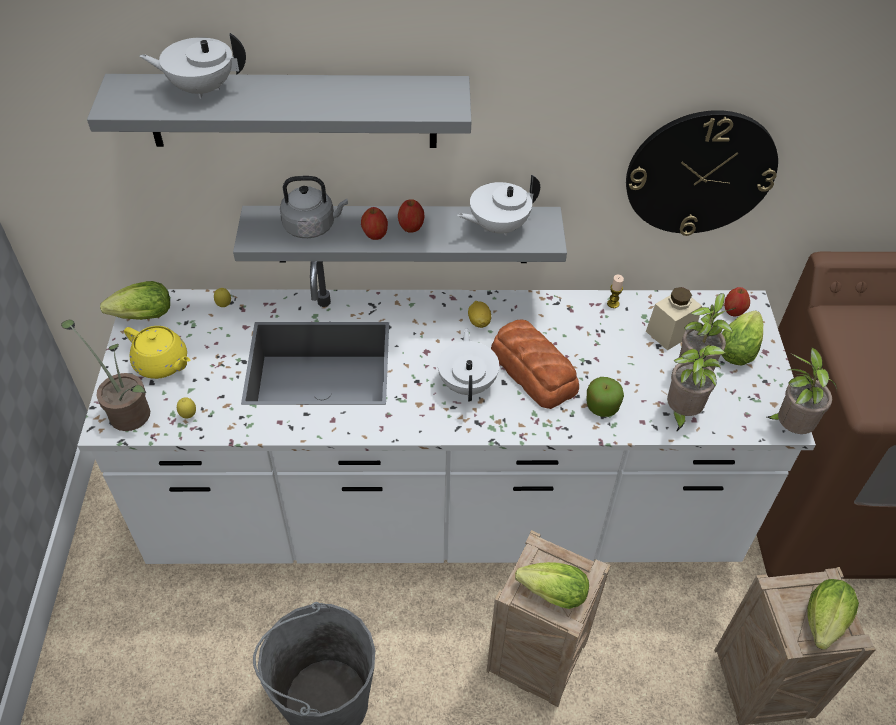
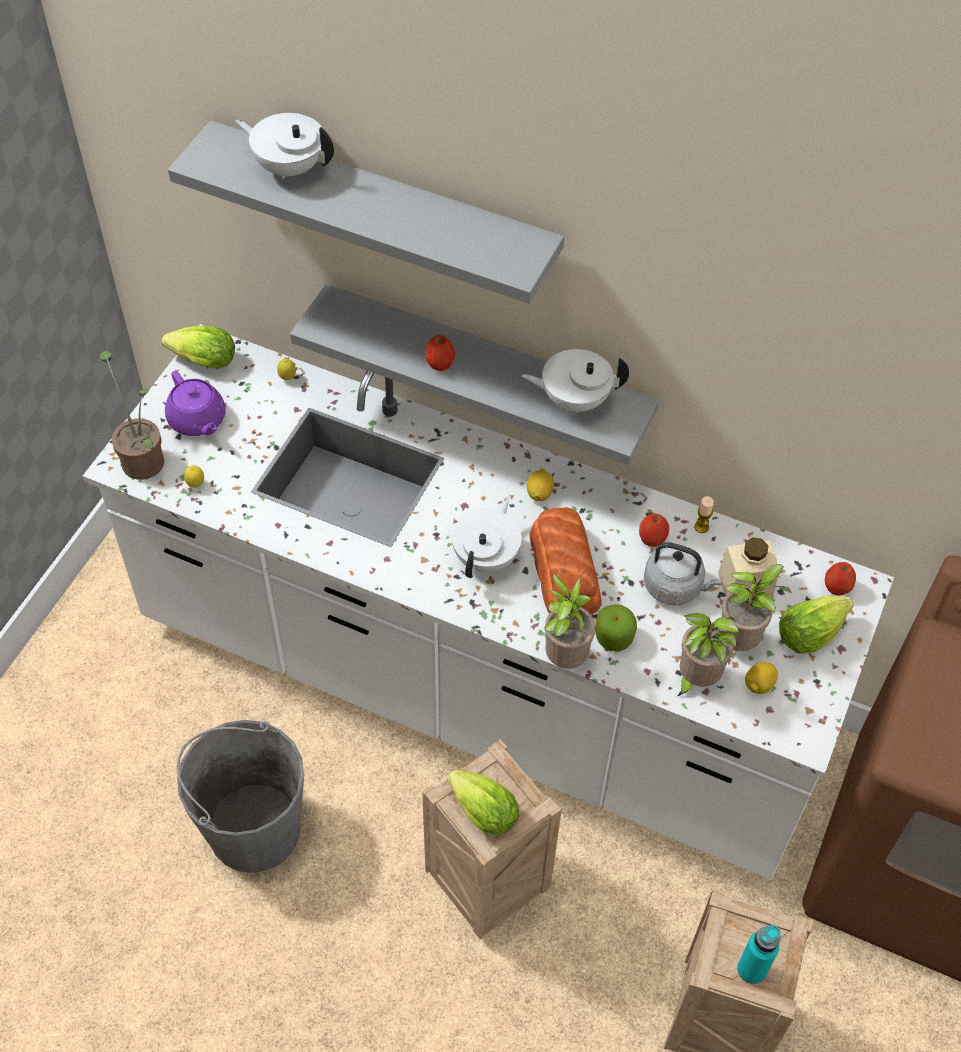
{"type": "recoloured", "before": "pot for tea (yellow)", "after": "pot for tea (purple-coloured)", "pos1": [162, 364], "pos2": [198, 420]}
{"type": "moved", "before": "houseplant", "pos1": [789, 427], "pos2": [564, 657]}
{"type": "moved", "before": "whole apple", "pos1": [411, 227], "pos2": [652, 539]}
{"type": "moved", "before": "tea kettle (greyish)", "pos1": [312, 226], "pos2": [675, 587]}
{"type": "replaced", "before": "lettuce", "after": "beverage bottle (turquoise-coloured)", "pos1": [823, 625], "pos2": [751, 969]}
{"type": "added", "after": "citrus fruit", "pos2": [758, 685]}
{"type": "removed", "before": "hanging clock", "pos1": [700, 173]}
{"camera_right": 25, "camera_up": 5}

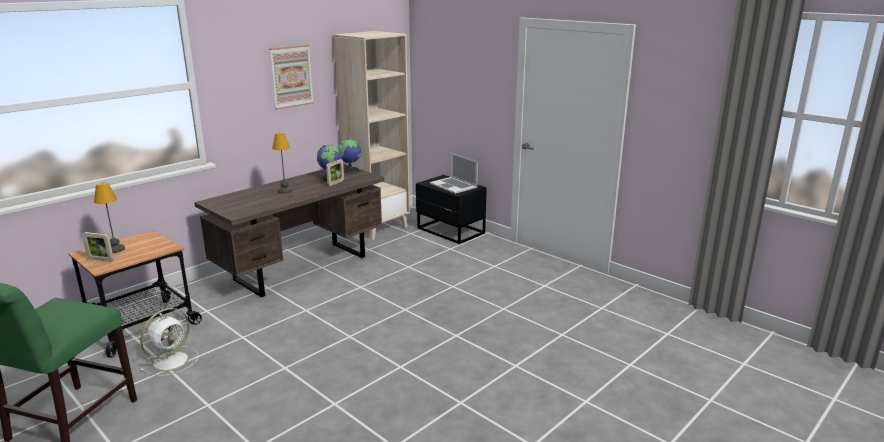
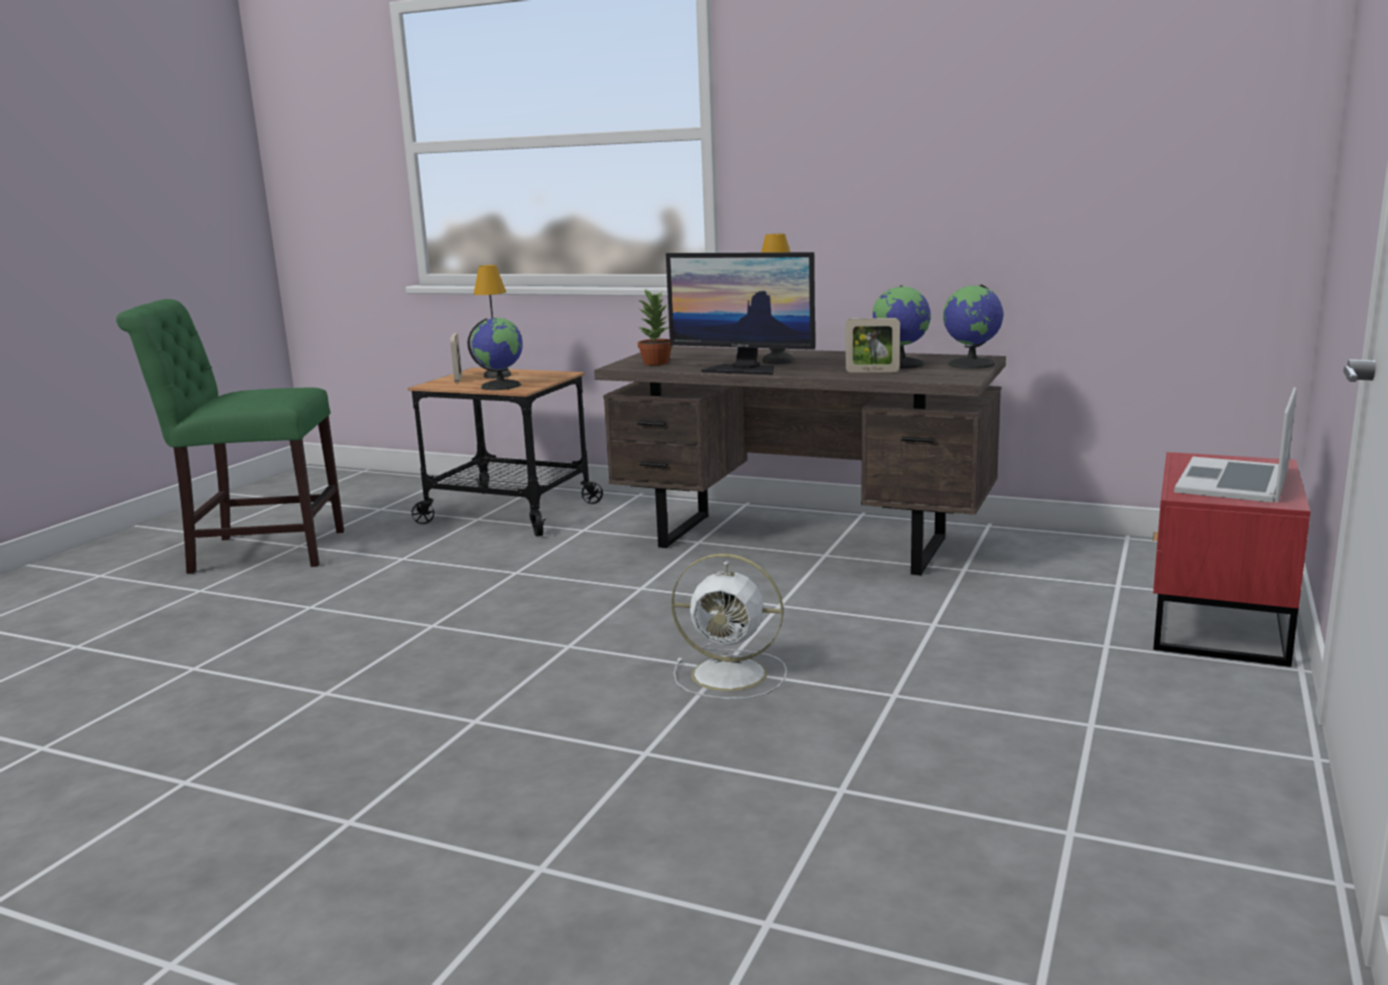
{"type": "added", "after": "desk globe", "pos2": [500, 386]}
{"type": "added", "after": "houseplant", "pos2": [656, 363]}
{"type": "added", "after": "computer display", "pos2": [743, 370]}
{"type": "moved", "before": "cooling fan (white)", "pos1": [172, 360], "pos2": [732, 674]}
{"type": "recoloured", "before": "nightstand (black)", "after": "nightstand (reddish)", "pos1": [450, 231], "pos2": [1215, 623]}
{"type": "removed", "before": "wall art", "pos1": [291, 76]}
{"type": "removed", "before": "bookshelf (beige-coloured)", "pos1": [377, 228]}
{"camera_right": 70, "camera_up": -5}

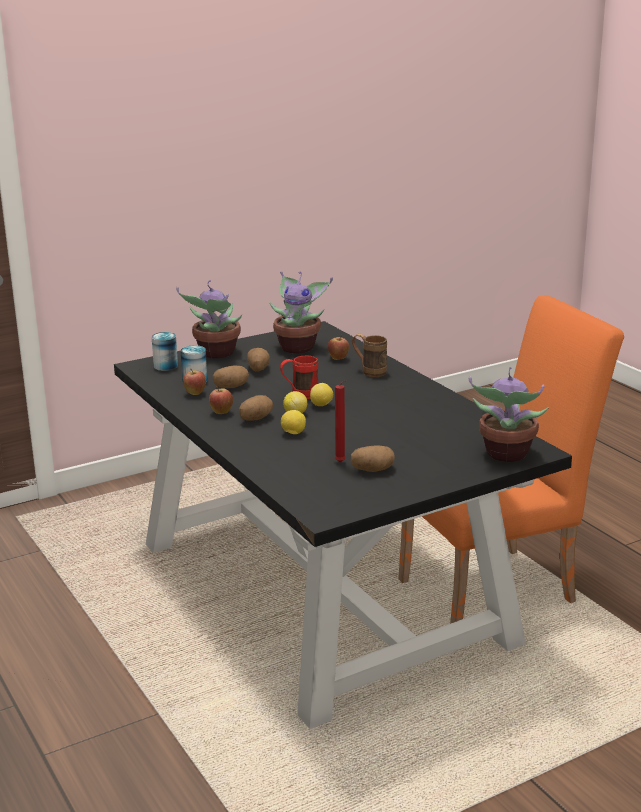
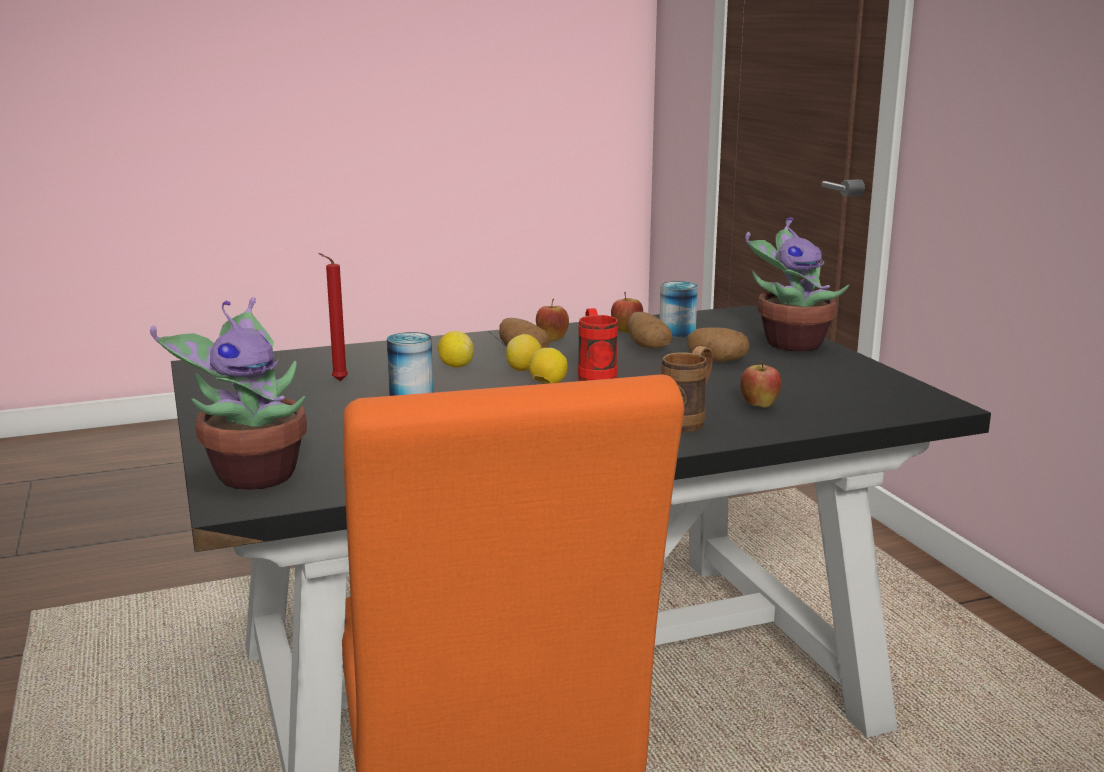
{"type": "moved", "before": "can", "pos1": [165, 366], "pos2": [411, 393]}
{"type": "removed", "before": "houseplant", "pos1": [299, 347]}
{"type": "removed", "before": "potato", "pos1": [372, 470]}
{"camera_right": 100, "camera_up": -5}

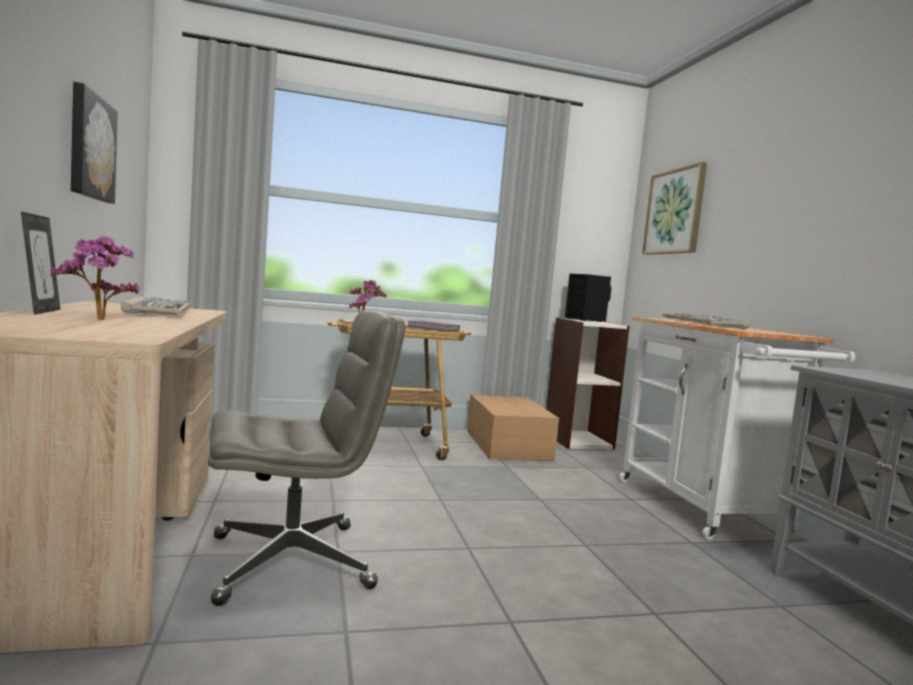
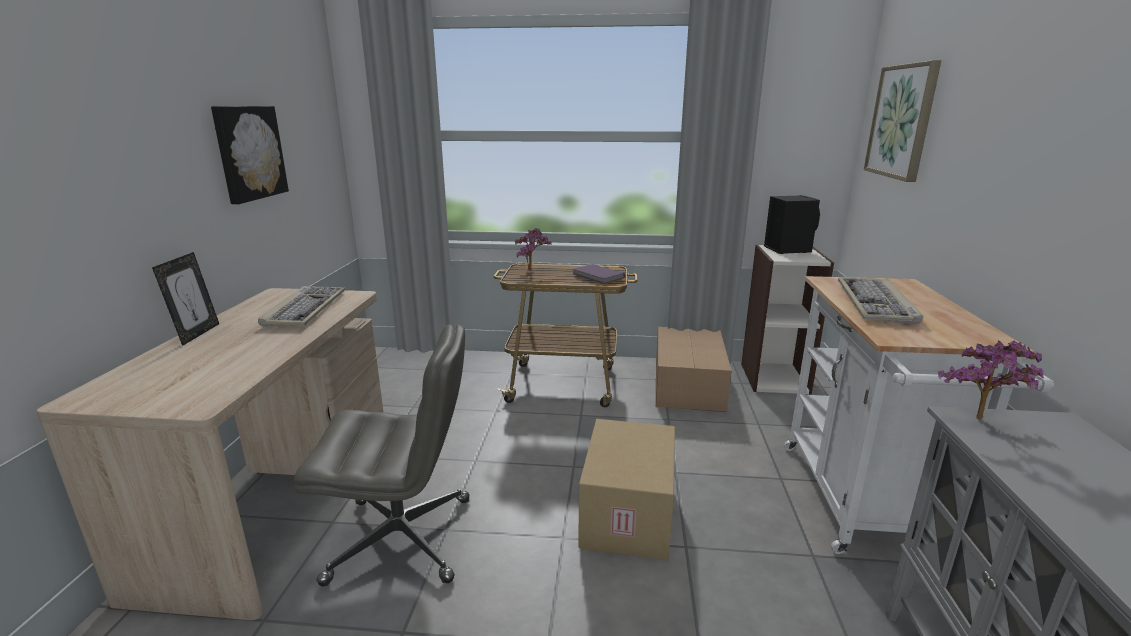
{"type": "added", "after": "packing box", "pos2": [625, 512]}
{"type": "moved", "before": "houseplant", "pos1": [97, 320], "pos2": [981, 422]}
{"camera_right": 20, "camera_up": 15}

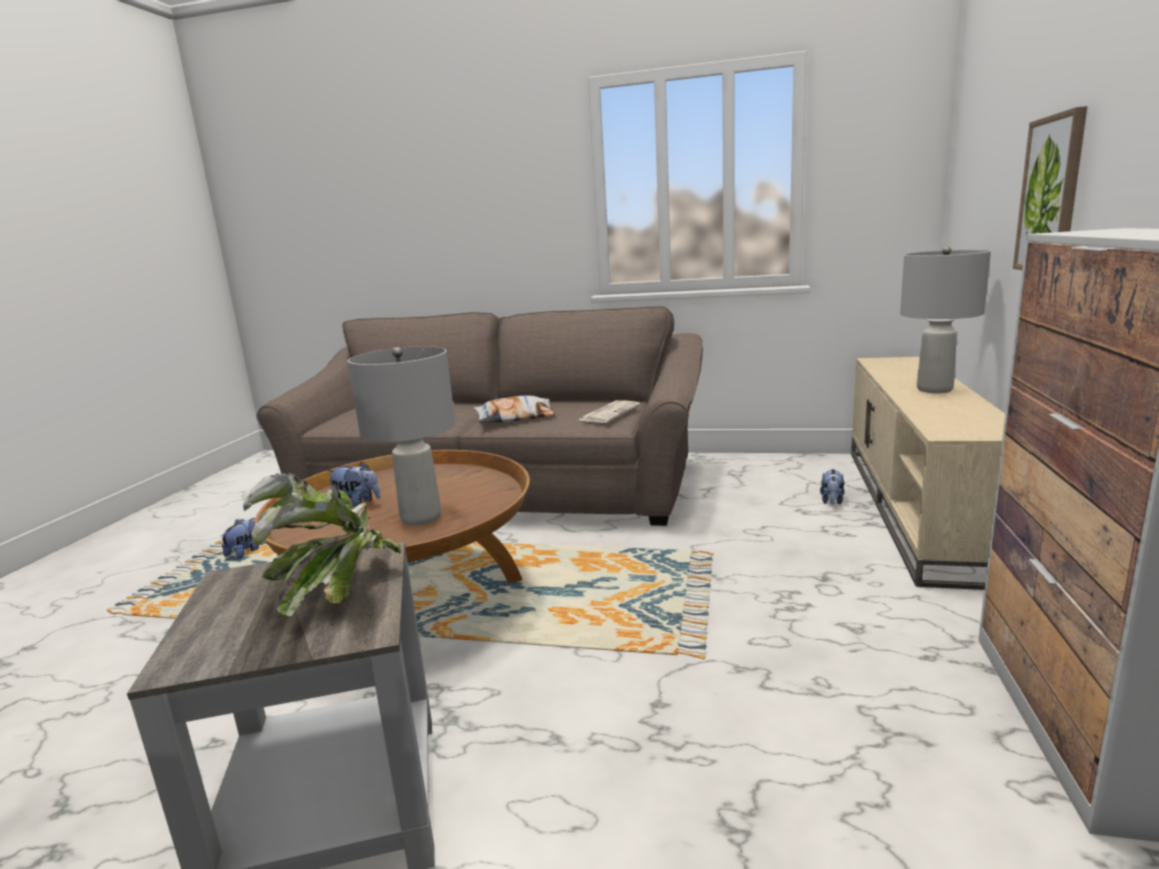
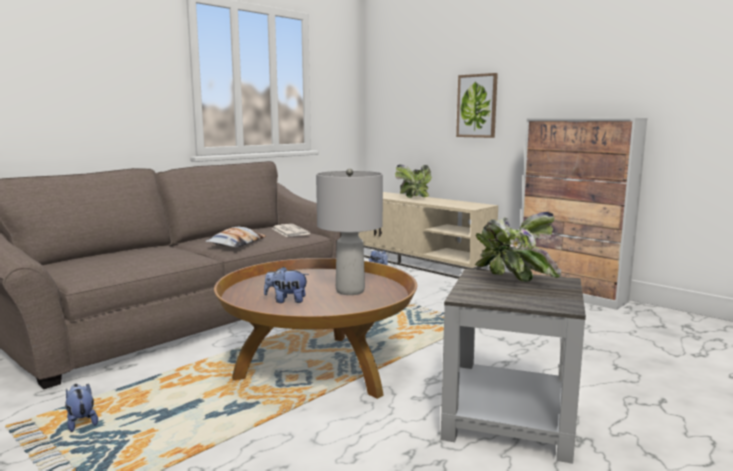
{"type": "turned", "before": "plush toy", "pos1": [357, 503], "pos2": [286, 300], "turn": -135}
{"type": "replaced", "before": "tabletop lamp (greyish)", "after": "houseplant", "pos1": [933, 389], "pos2": [414, 198]}
{"camera_right": -60, "camera_up": -5}

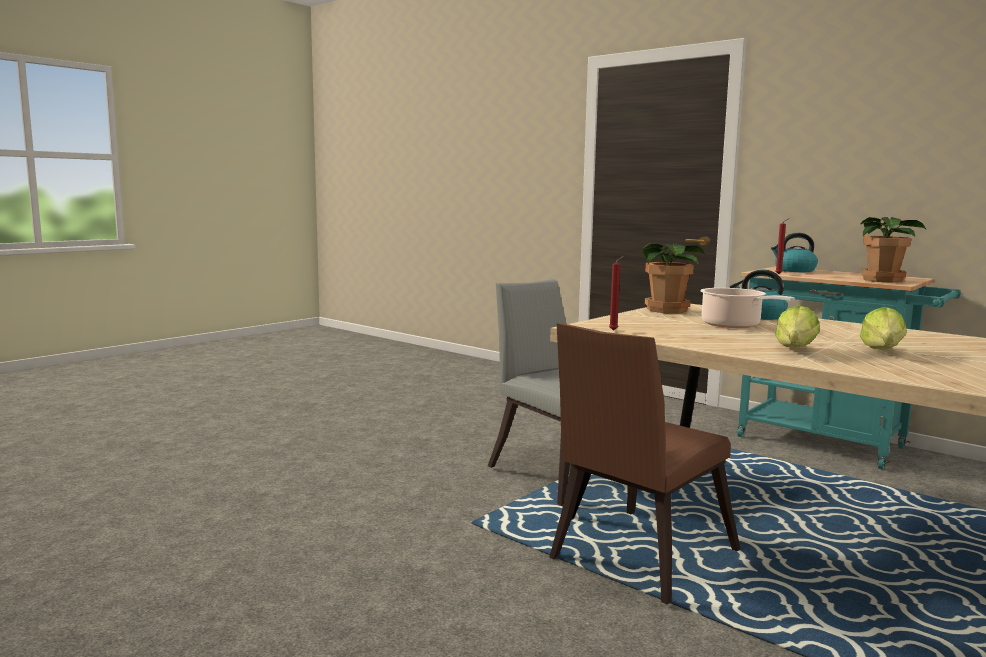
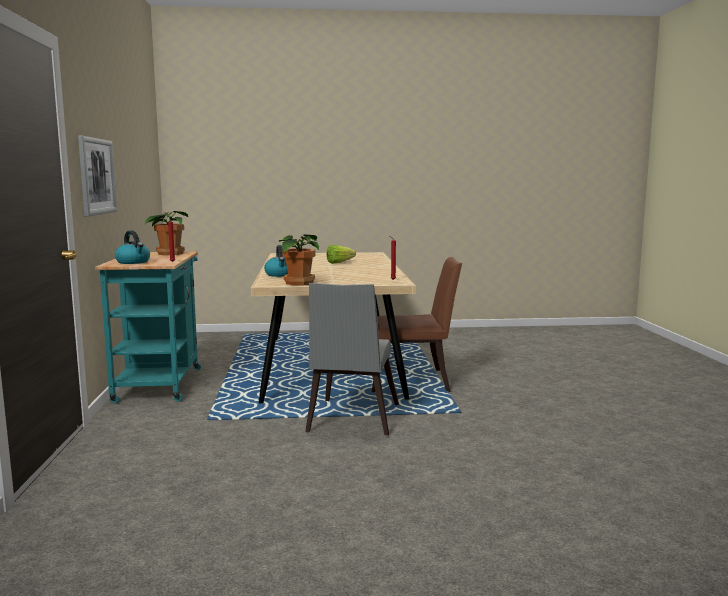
{"type": "added", "after": "wall art", "pos2": [96, 176]}
{"type": "removed", "before": "stockpot", "pos1": [734, 325]}
{"type": "removed", "before": "lettuce", "pos1": [793, 351]}
{"camera_right": -135, "camera_up": 0}

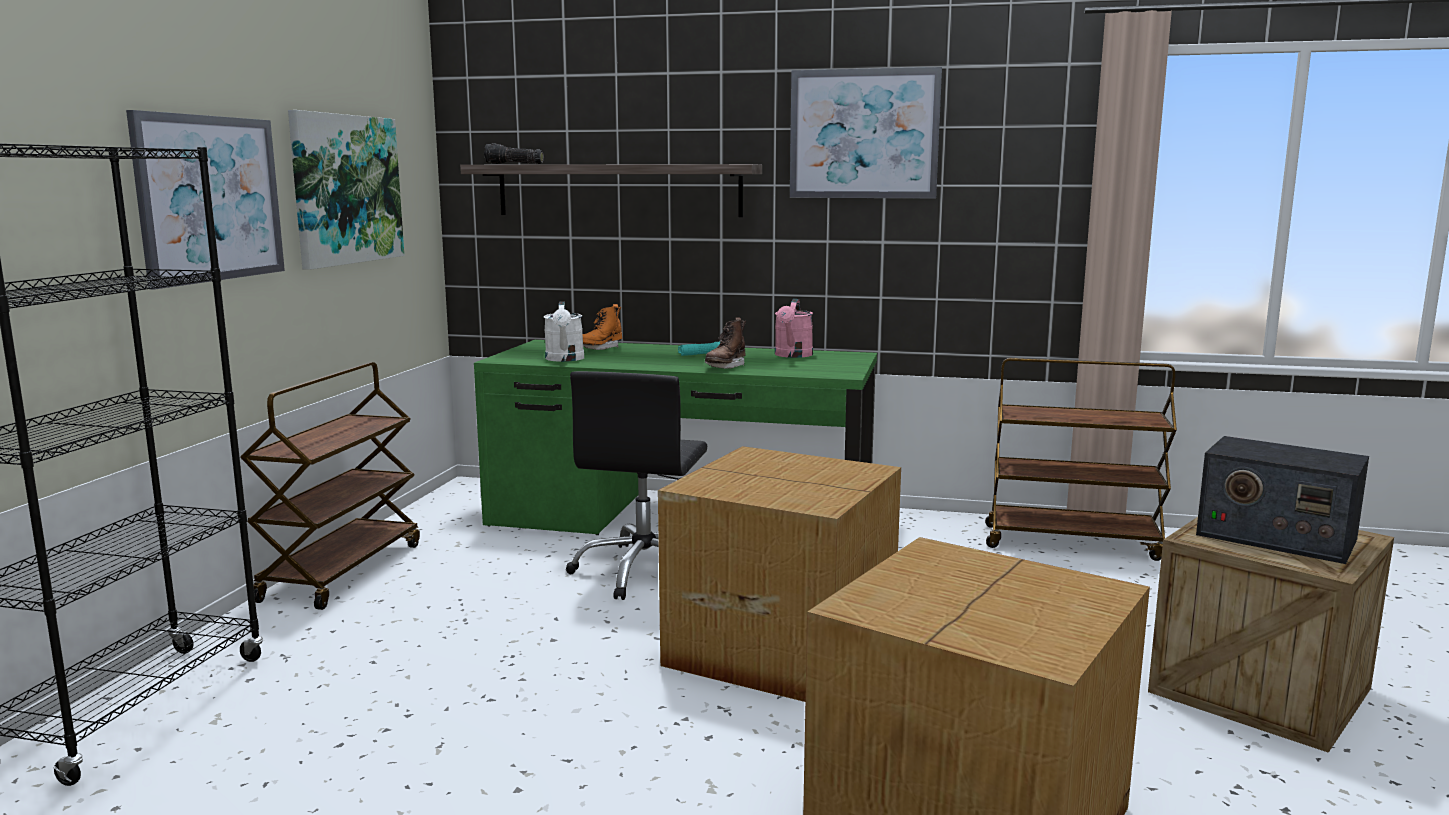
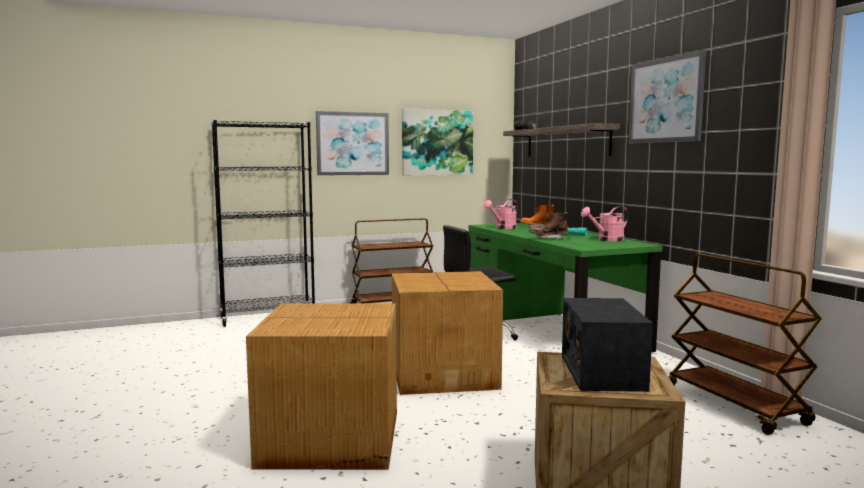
{"type": "recoloured", "before": "sprinkling can (white)", "after": "sprinkling can (pink-coloured)", "pos1": [565, 359], "pos2": [503, 228]}
{"camera_right": 55, "camera_up": -5}

